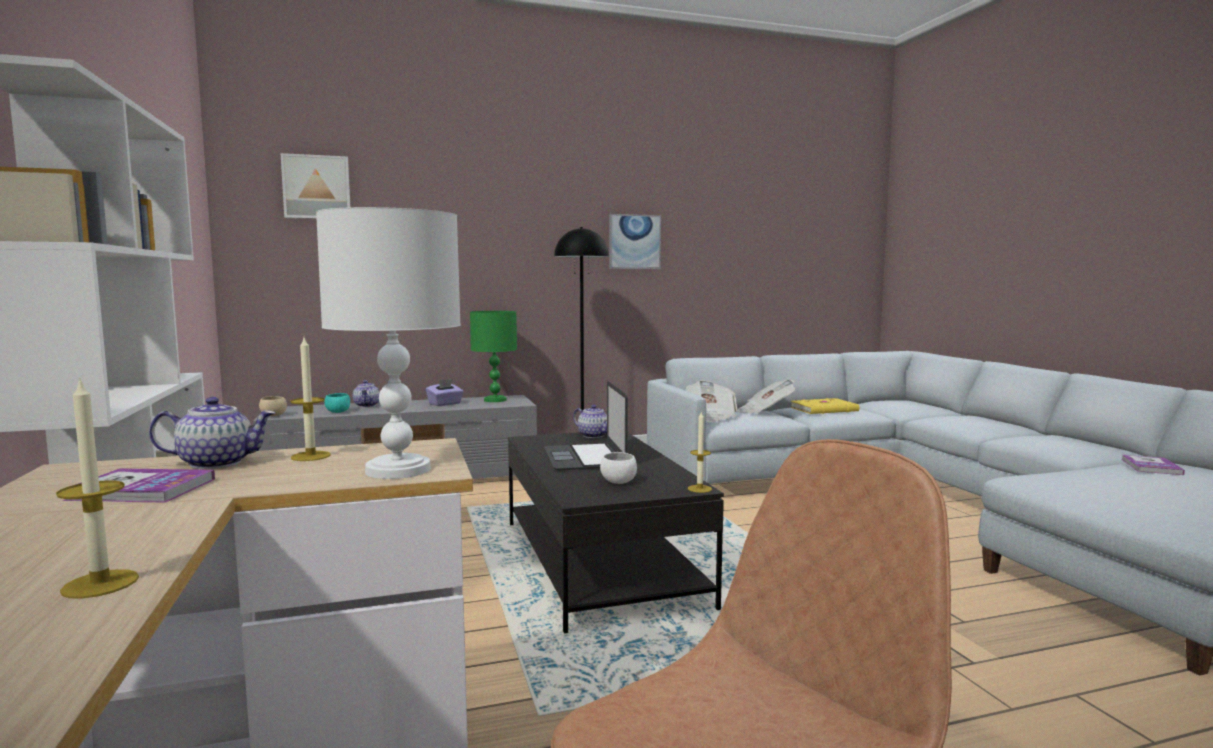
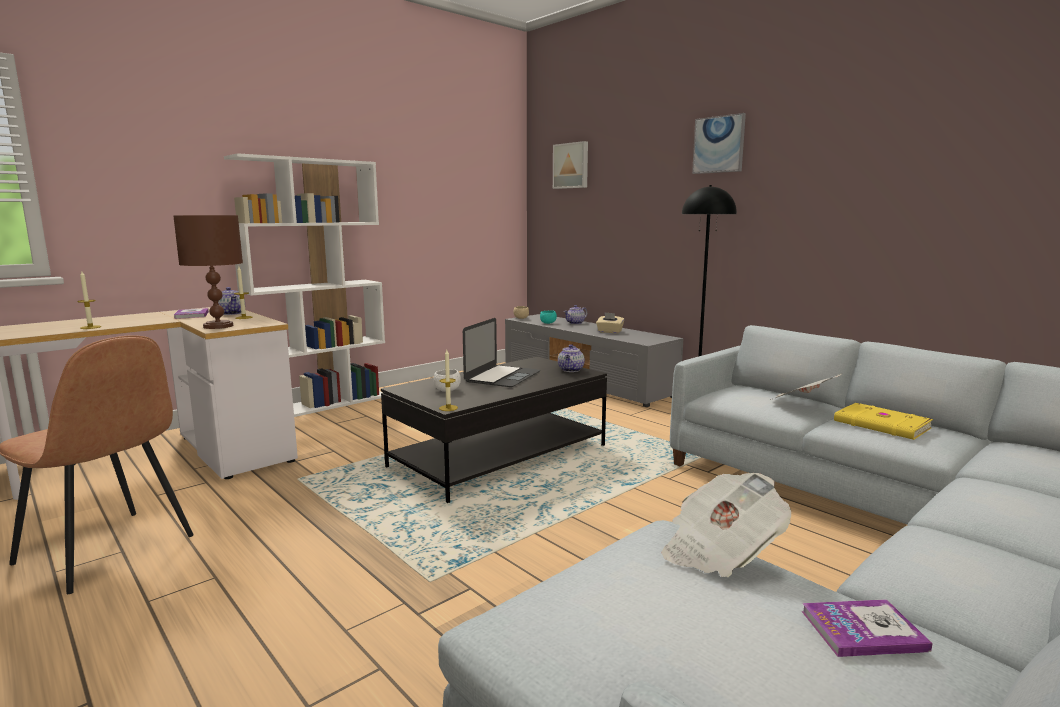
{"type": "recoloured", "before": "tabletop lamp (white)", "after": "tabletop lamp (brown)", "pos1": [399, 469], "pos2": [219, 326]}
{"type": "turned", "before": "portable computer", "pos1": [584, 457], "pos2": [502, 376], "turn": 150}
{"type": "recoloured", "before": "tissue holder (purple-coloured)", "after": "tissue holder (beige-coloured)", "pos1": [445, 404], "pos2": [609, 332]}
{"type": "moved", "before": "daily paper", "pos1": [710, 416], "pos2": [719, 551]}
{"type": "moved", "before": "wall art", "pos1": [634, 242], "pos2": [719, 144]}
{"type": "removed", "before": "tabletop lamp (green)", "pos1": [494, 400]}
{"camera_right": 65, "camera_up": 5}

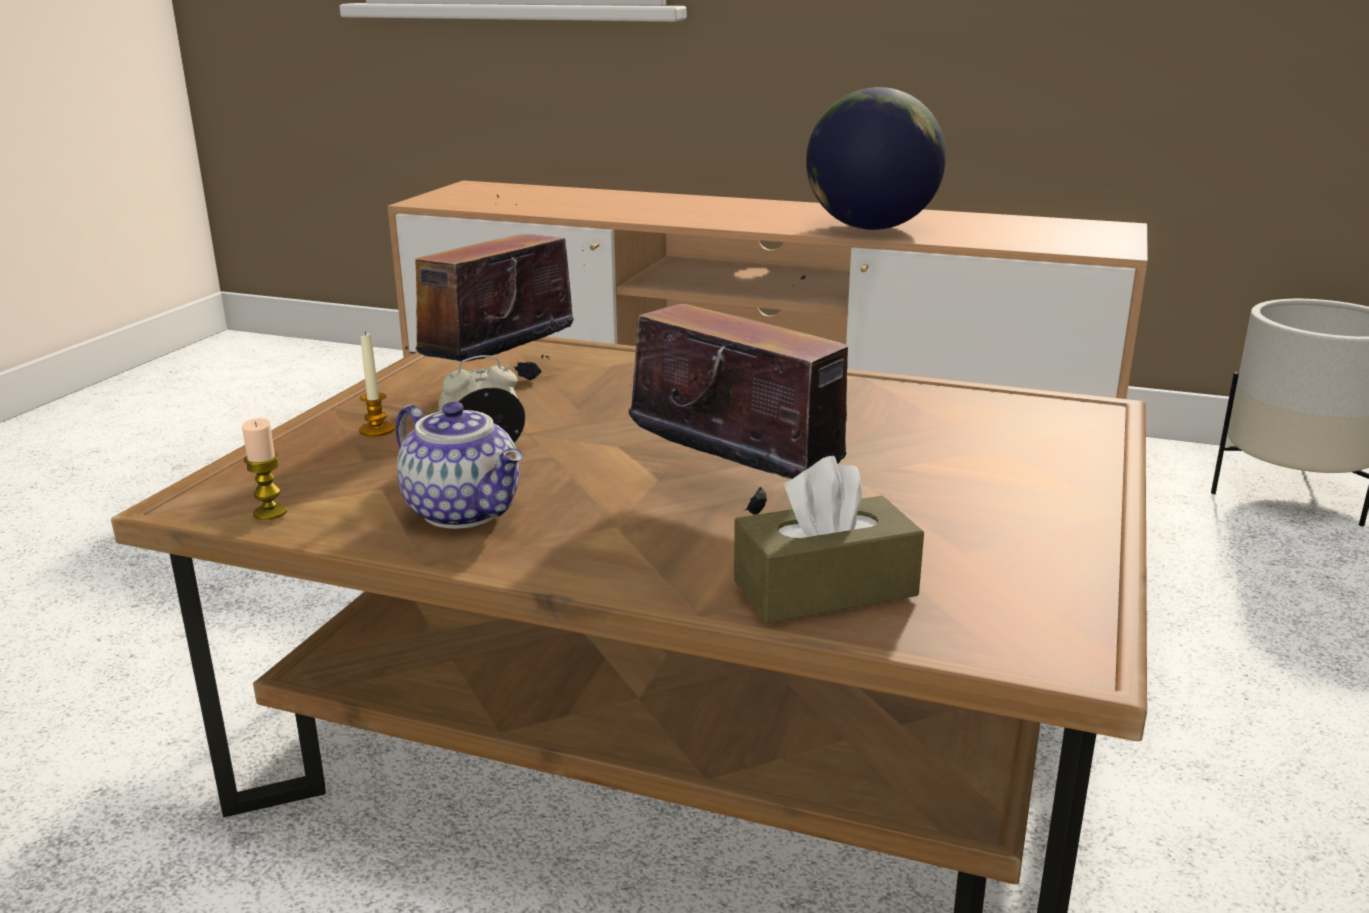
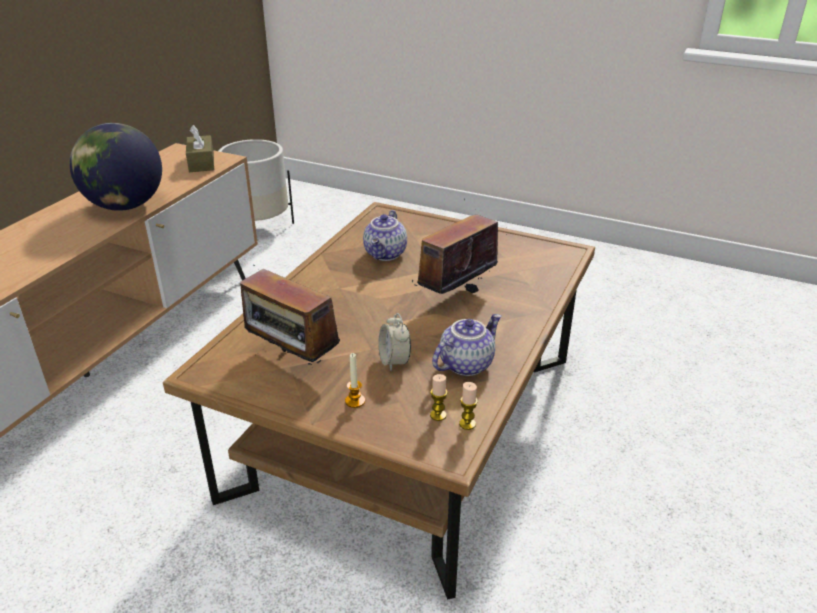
{"type": "moved", "before": "tissue holder (brown)", "pos1": [825, 588], "pos2": [201, 162]}
{"type": "added", "after": "pot for tea", "pos2": [386, 254]}
{"type": "added", "after": "wax light", "pos2": [438, 415]}
{"camera_right": -85, "camera_up": 10}

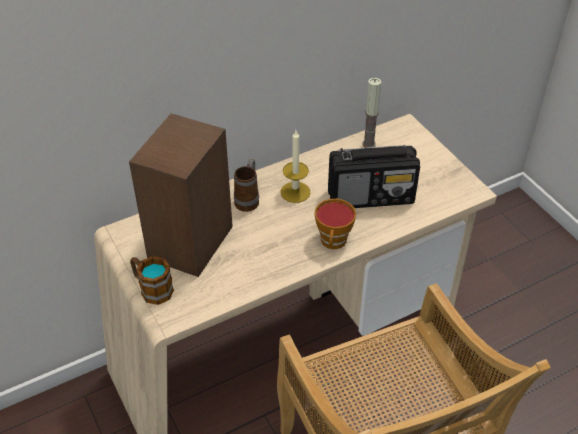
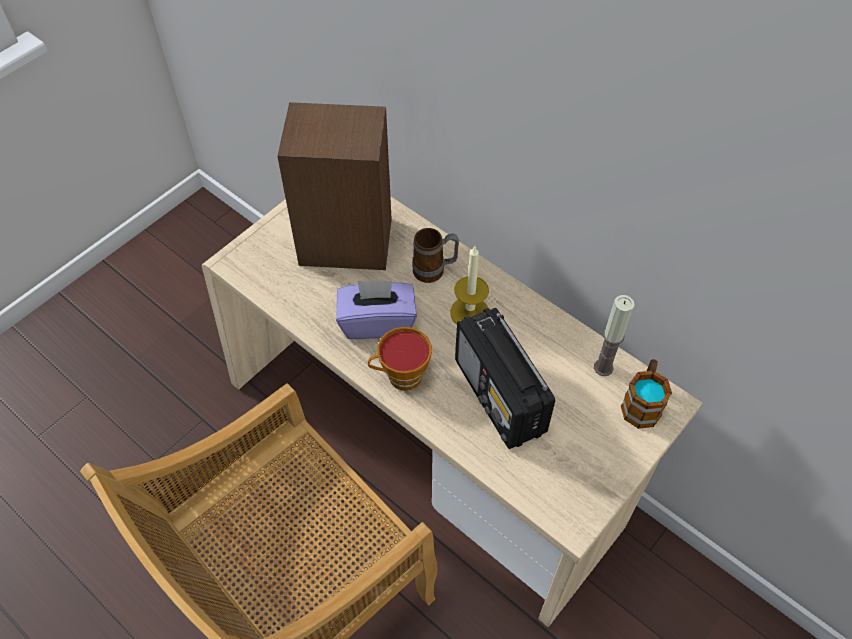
{"type": "added", "after": "tissue holder (purple-coloured)", "pos2": [377, 322]}
{"type": "moved", "before": "mug", "pos1": [152, 288], "pos2": [642, 403]}
{"camera_right": 70, "camera_up": 10}

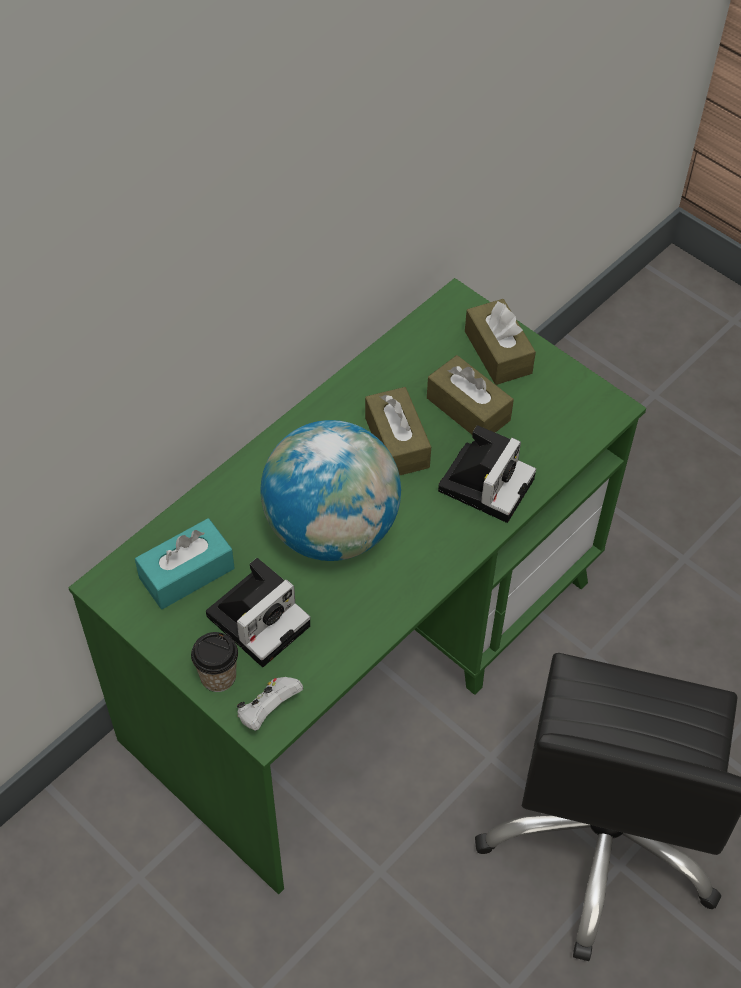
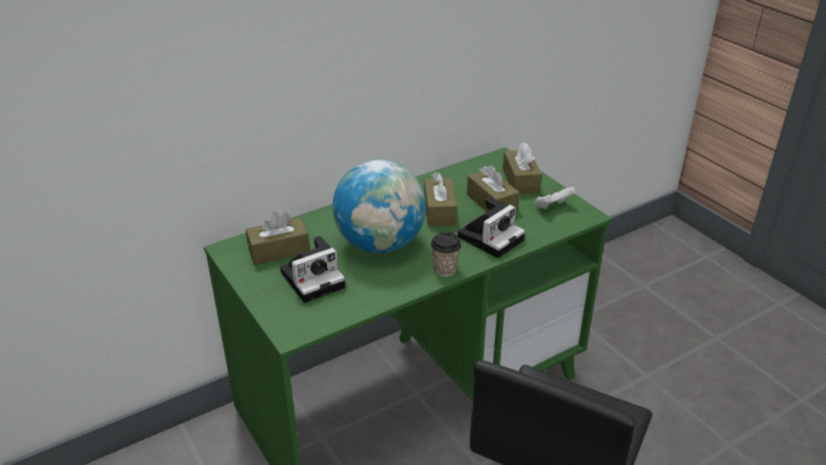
{"type": "recoloured", "before": "tissue holder (turquoise-coloured)", "after": "tissue holder (brown)", "pos1": [187, 573], "pos2": [279, 251]}
{"type": "moved", "before": "drinking cup", "pos1": [218, 677], "pos2": [445, 269]}
{"type": "moved", "before": "gamepad (white)", "pos1": [268, 711], "pos2": [552, 207]}
{"camera_right": 15, "camera_up": -20}

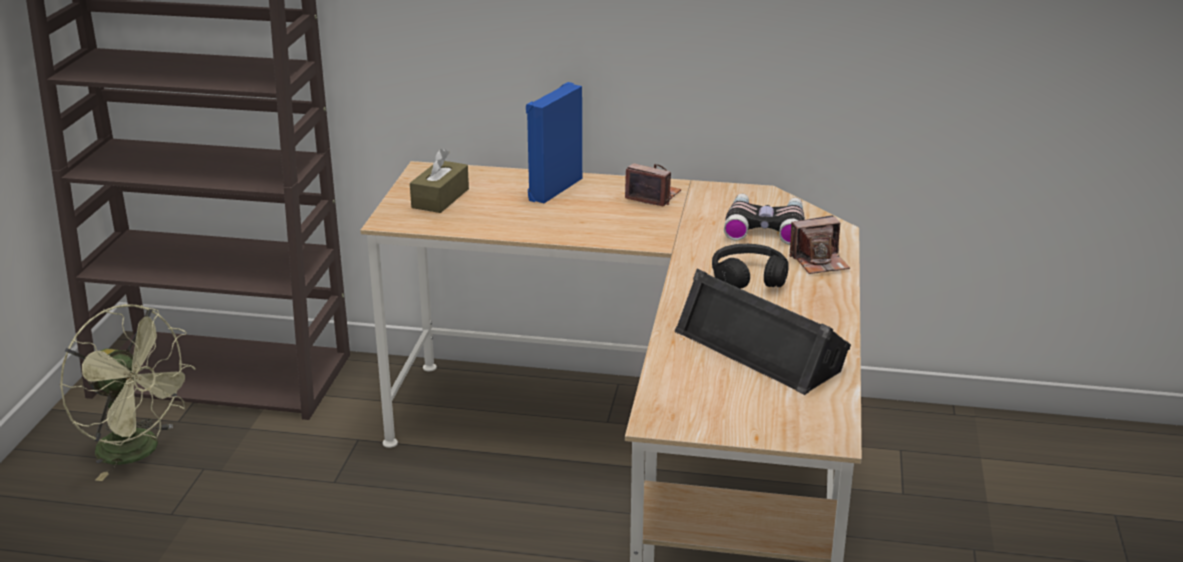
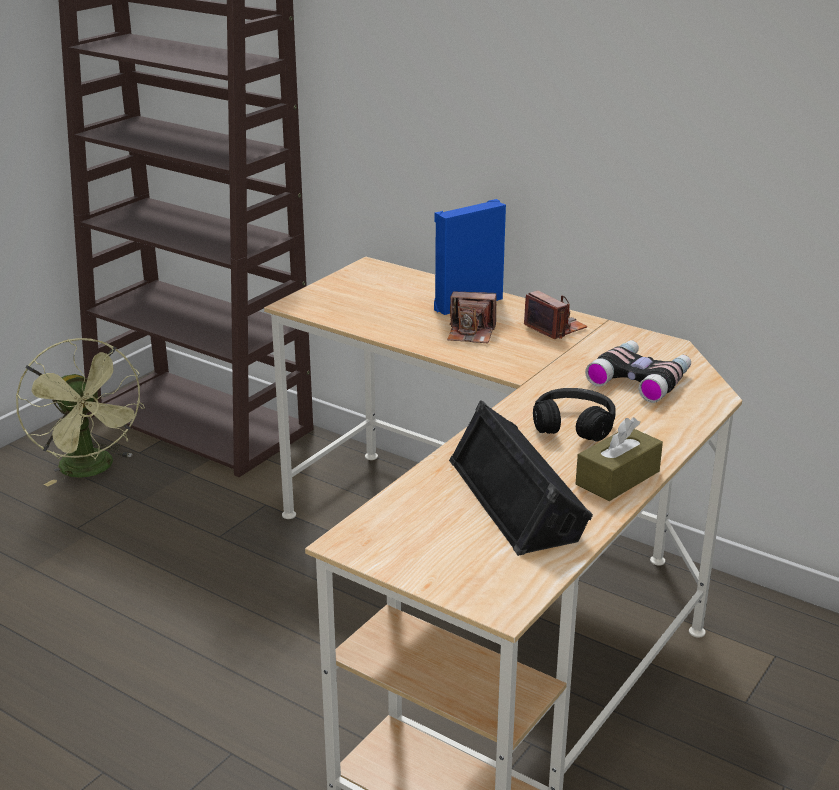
{"type": "moved", "before": "still camera", "pos1": [819, 262], "pos2": [471, 333]}
{"type": "moved", "before": "tissue holder (brown)", "pos1": [440, 198], "pos2": [617, 478]}
{"camera_right": 25, "camera_up": 0}

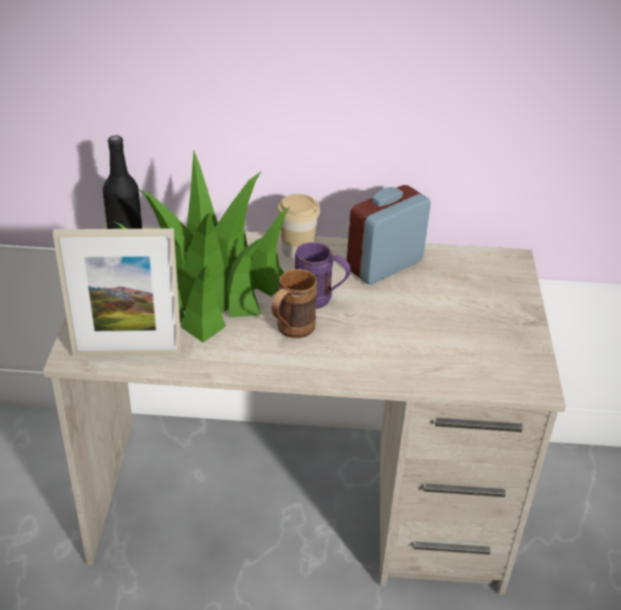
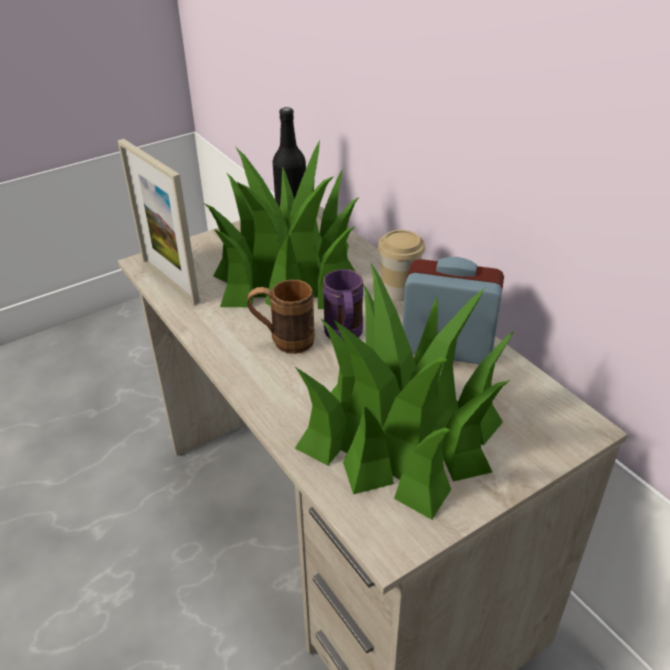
{"type": "added", "after": "houseplant", "pos2": [401, 434]}
{"camera_right": 55, "camera_up": 0}

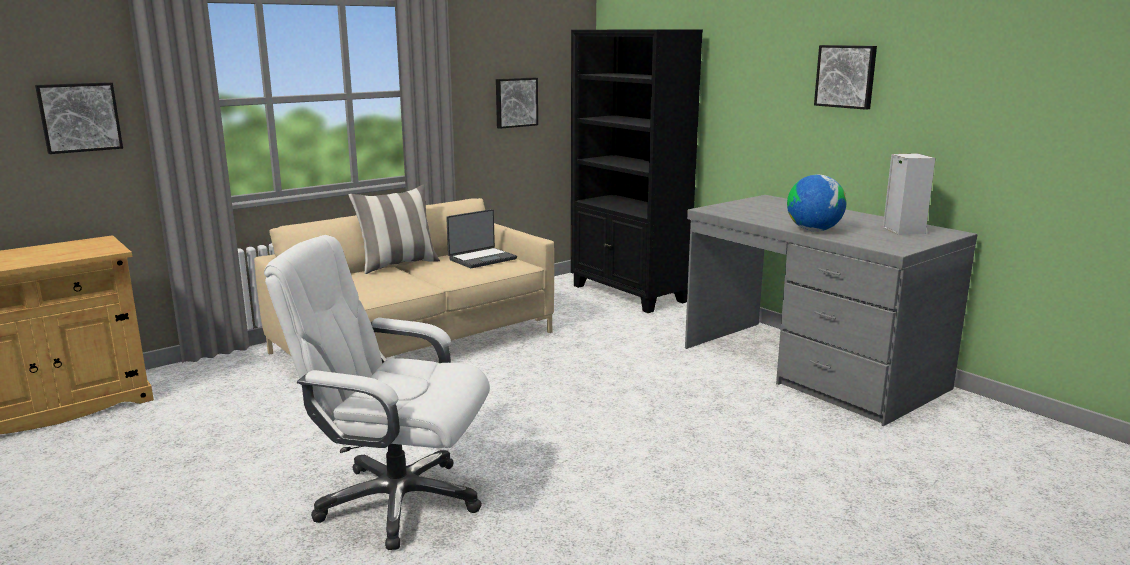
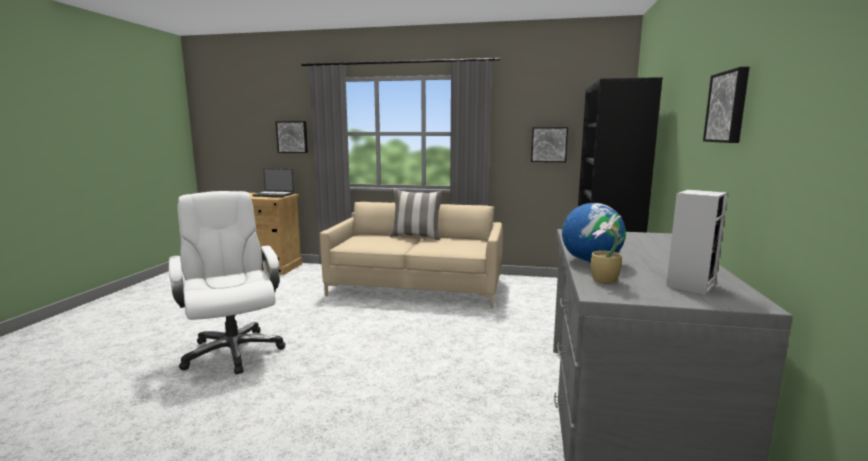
{"type": "moved", "before": "portable computer", "pos1": [482, 259], "pos2": [274, 195]}
{"type": "added", "after": "houseplant", "pos2": [604, 281]}
{"camera_right": 50, "camera_up": -5}

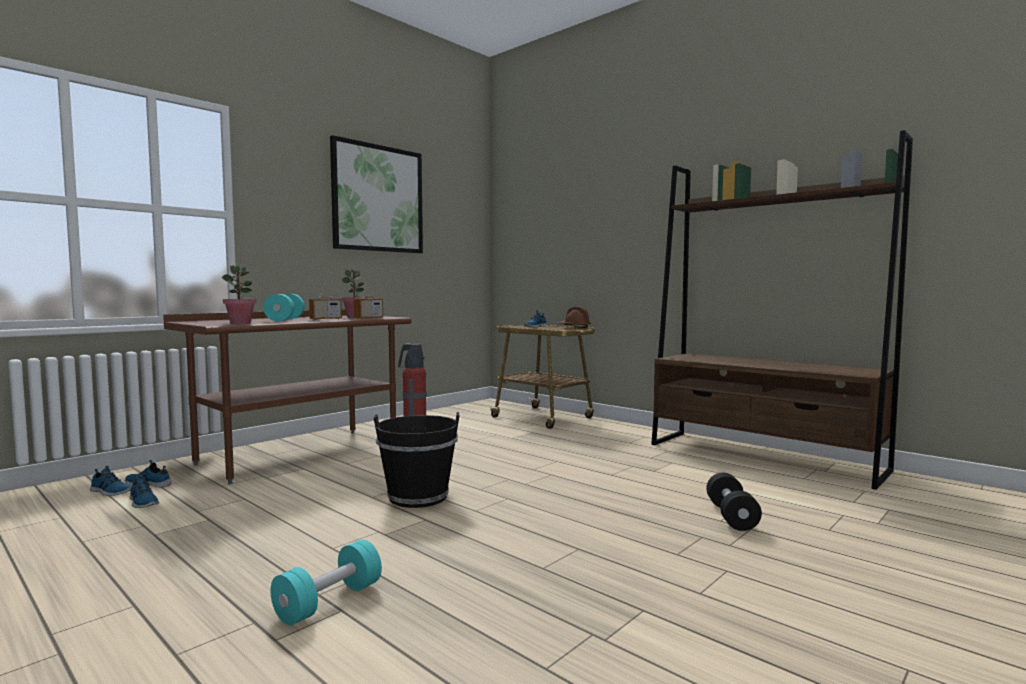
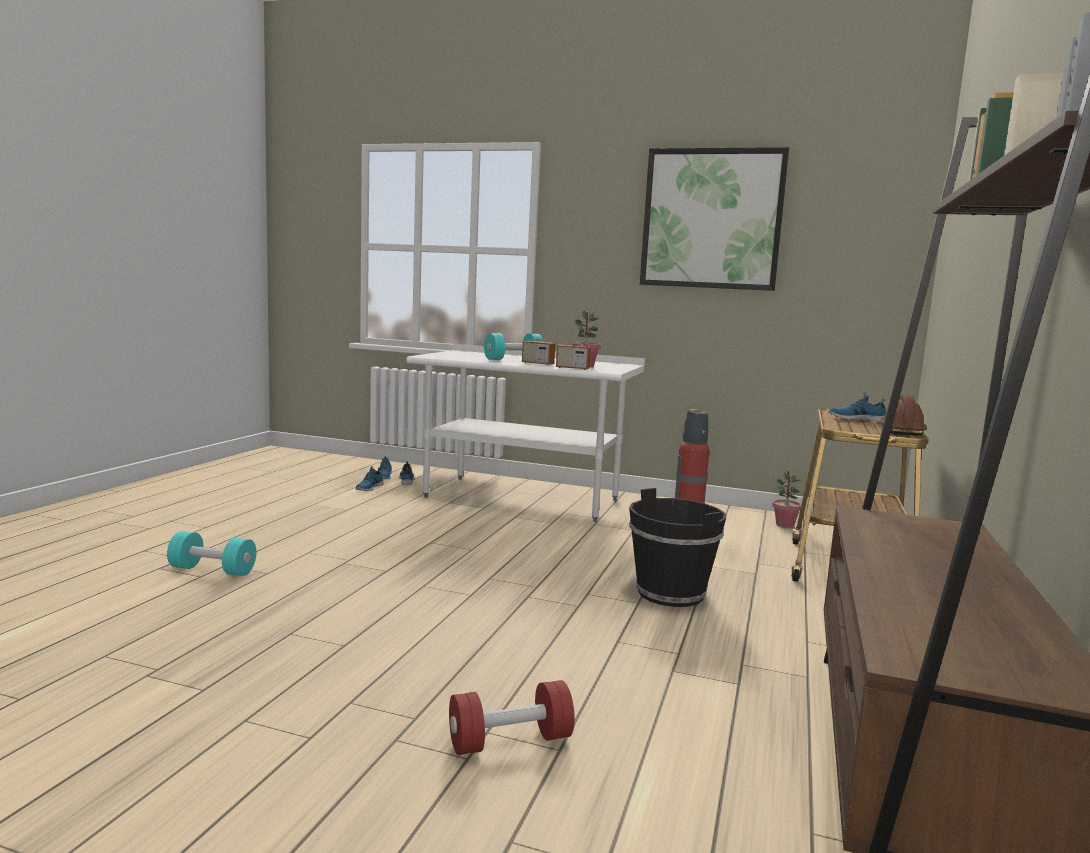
{"type": "recoloured", "before": "desk (brown)", "after": "desk (white)", "pos1": [300, 454], "pos2": [522, 498]}
{"type": "recoloured", "before": "dumbbell (black)", "after": "dumbbell (reddish)", "pos1": [731, 516], "pos2": [510, 741]}
{"type": "moved", "before": "water bucket (black)", "pos1": [418, 497], "pos2": [670, 593]}
{"type": "moved", "before": "houseplant", "pos1": [240, 323], "pos2": [784, 525]}
{"camera_right": 65, "camera_up": 5}

